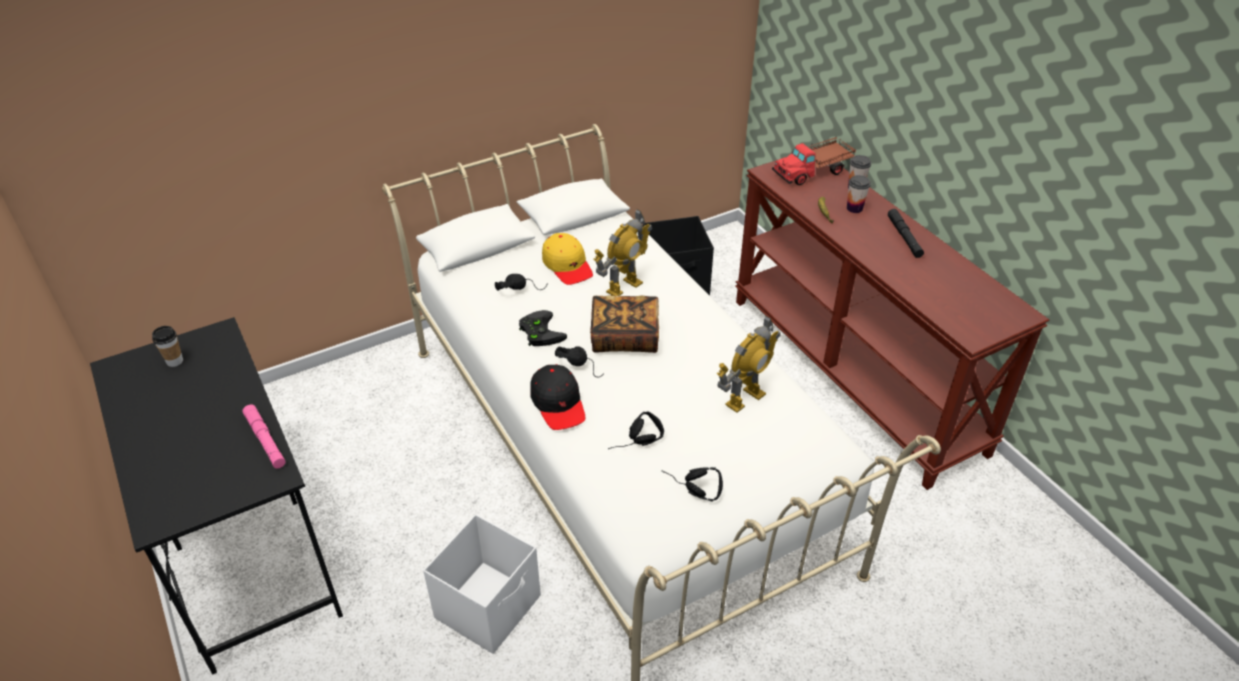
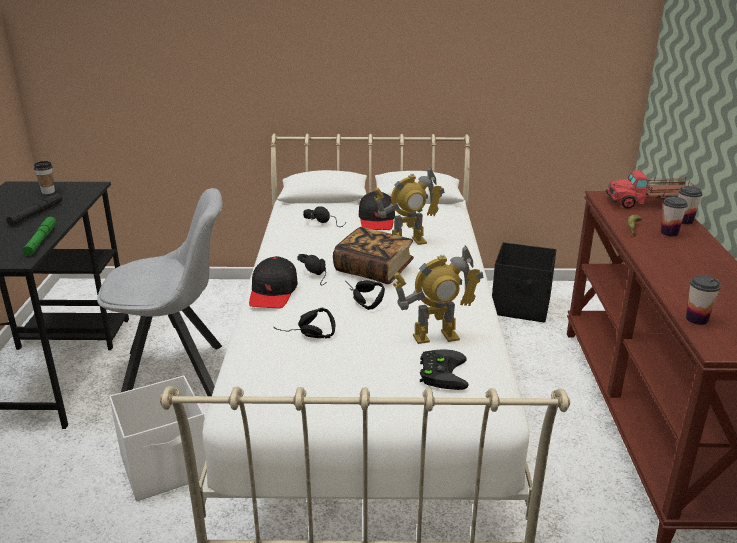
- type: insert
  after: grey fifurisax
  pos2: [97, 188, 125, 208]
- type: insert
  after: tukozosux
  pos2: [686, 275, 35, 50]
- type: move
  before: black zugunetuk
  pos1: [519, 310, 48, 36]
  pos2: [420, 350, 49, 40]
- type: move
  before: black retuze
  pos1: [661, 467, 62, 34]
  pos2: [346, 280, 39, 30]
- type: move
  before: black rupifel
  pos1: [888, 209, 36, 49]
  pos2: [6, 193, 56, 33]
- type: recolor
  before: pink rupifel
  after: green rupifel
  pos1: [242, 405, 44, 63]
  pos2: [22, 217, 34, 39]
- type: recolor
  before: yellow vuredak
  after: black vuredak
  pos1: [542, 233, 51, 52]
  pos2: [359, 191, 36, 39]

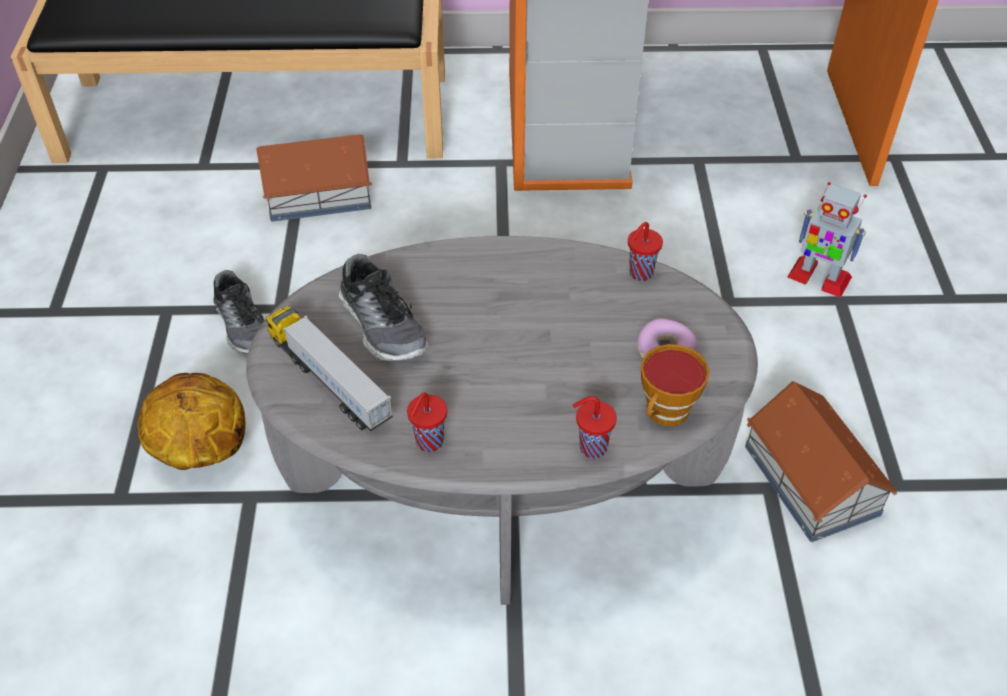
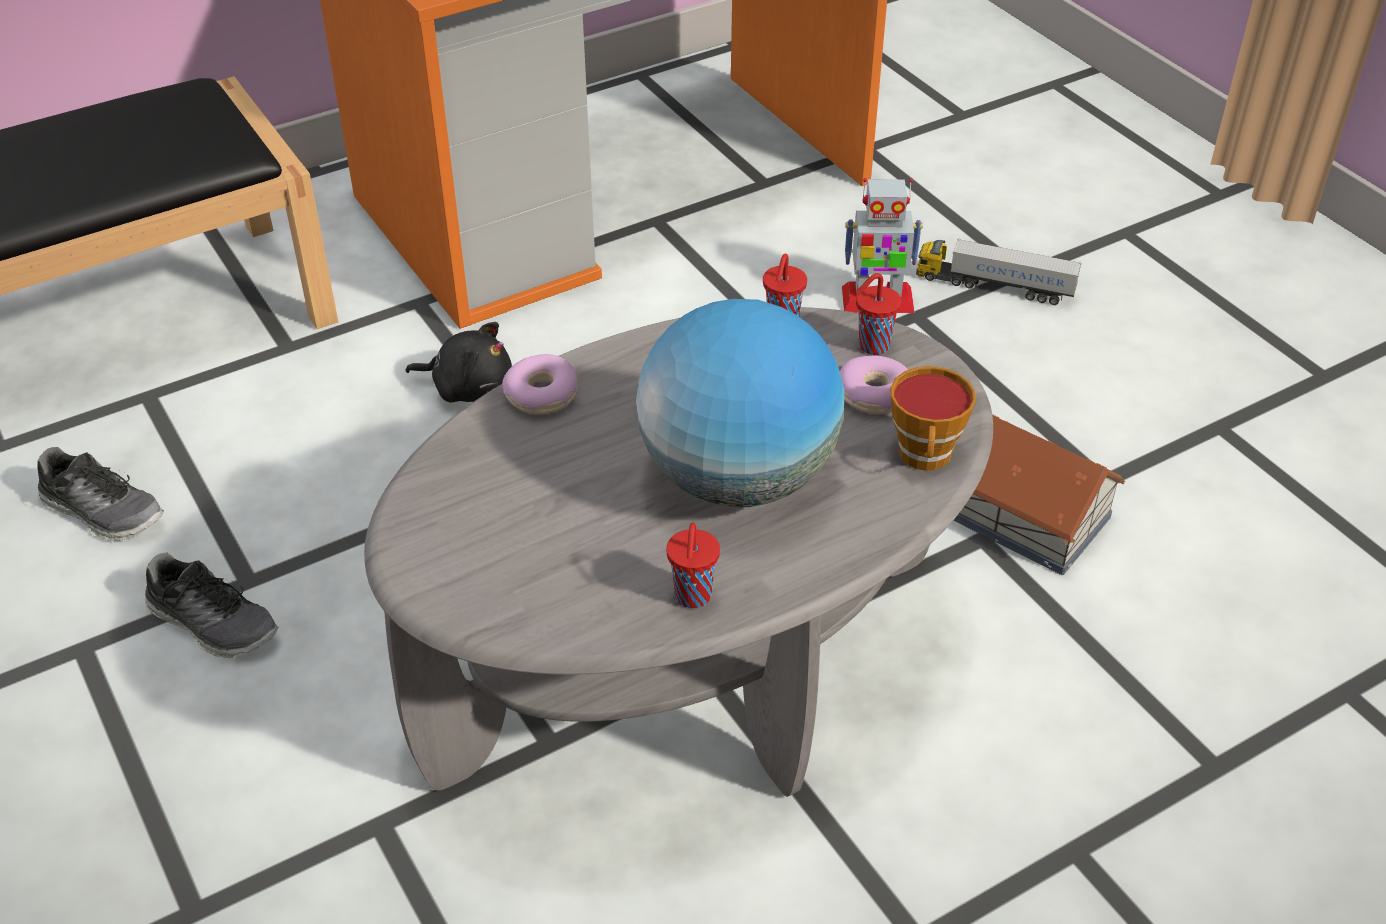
- type: delete
  before: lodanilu
  pos1: [138, 373, 108, 97]
- type: delete
  before: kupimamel
  pos1: [256, 134, 116, 88]
- type: insert
  after: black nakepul
  pos2: [406, 322, 106, 81]
- type: insert
  after: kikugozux
  pos2: [502, 354, 76, 61]
- type: insert
  after: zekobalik
  pos2: [636, 299, 208, 208]
- type: move
  before: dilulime
  pos1: [266, 306, 127, 125]
  pos2: [916, 238, 166, 67]
- type: move
  before: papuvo
  pos1: [339, 254, 89, 107]
  pos2: [37, 447, 127, 94]
- type: move
  before: red tukozosux
  pos1: [573, 396, 44, 63]
  pos2: [855, 273, 46, 82]

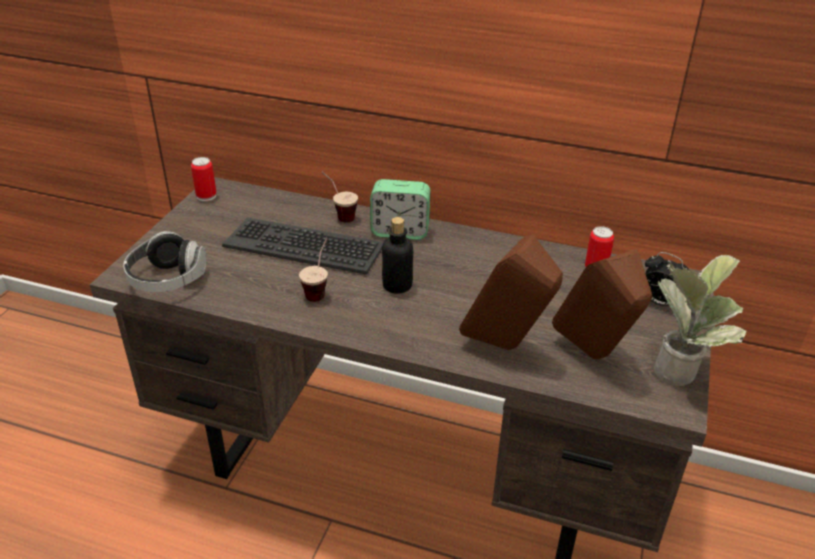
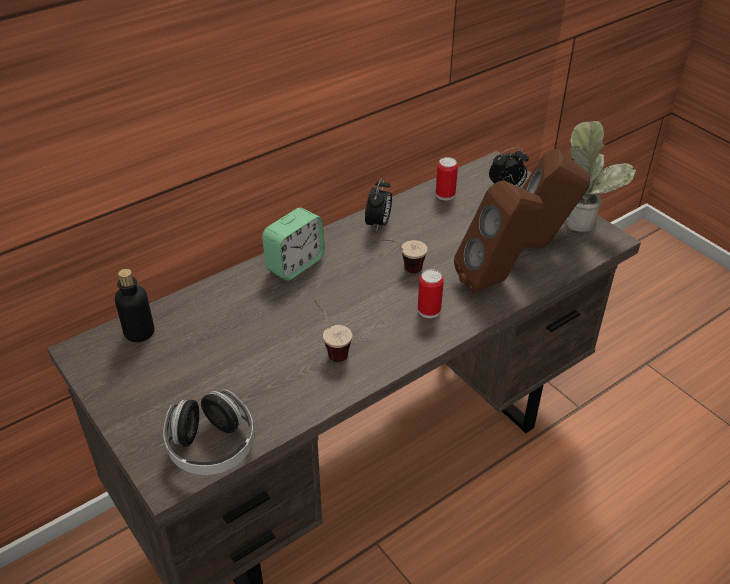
- type: delete
  before: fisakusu
  pos1: [222, 217, 161, 58]
- type: insert
  after: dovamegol
  pos2: [365, 178, 27, 52]
- type: move
  before: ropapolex
  pos1: [191, 157, 26, 44]
  pos2: [418, 269, 26, 49]
- type: move
  before: tukozosux
  pos1: [322, 172, 36, 51]
  pos2: [381, 239, 46, 34]
- type: move
  before: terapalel
  pos1: [382, 217, 31, 77]
  pos2: [115, 269, 39, 73]

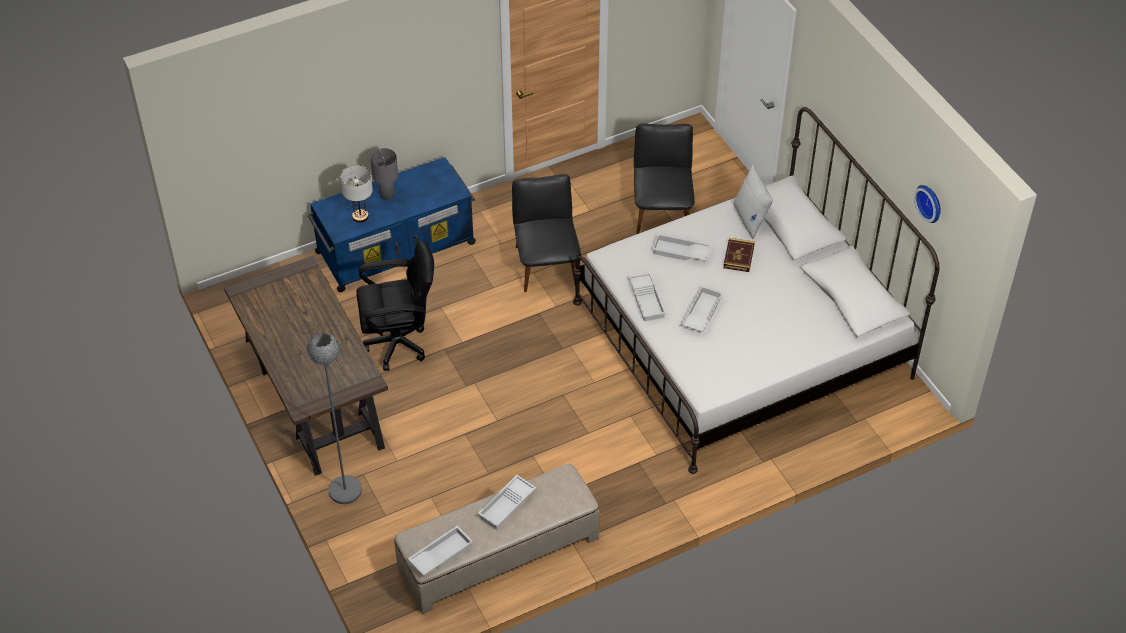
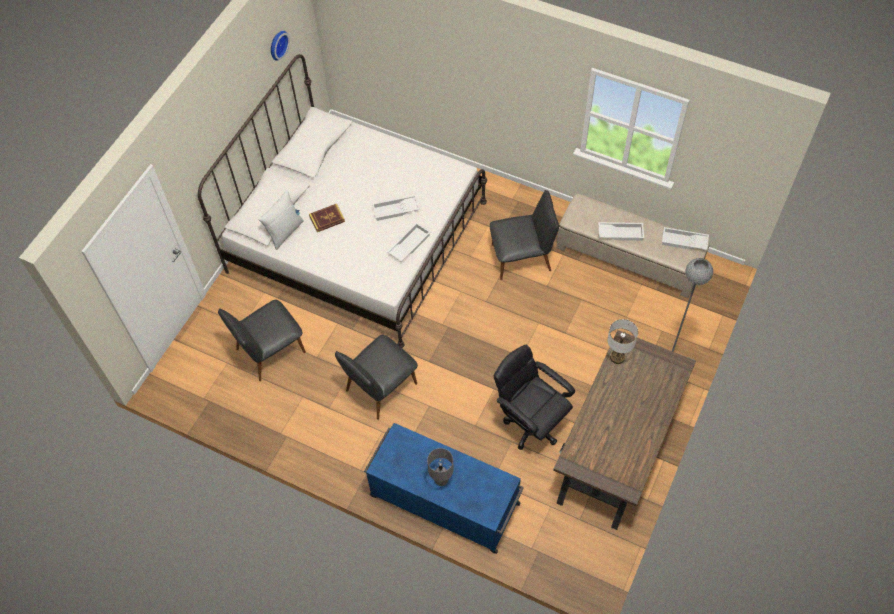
- type: delete
  before: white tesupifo
  pos1: [652, 234, 59, 27]
- type: insert
  after: black fifurisax
  pos2: [490, 190, 69, 90]
- type: move
  before: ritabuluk
  pos1: [340, 165, 33, 58]
  pos2: [607, 319, 31, 45]

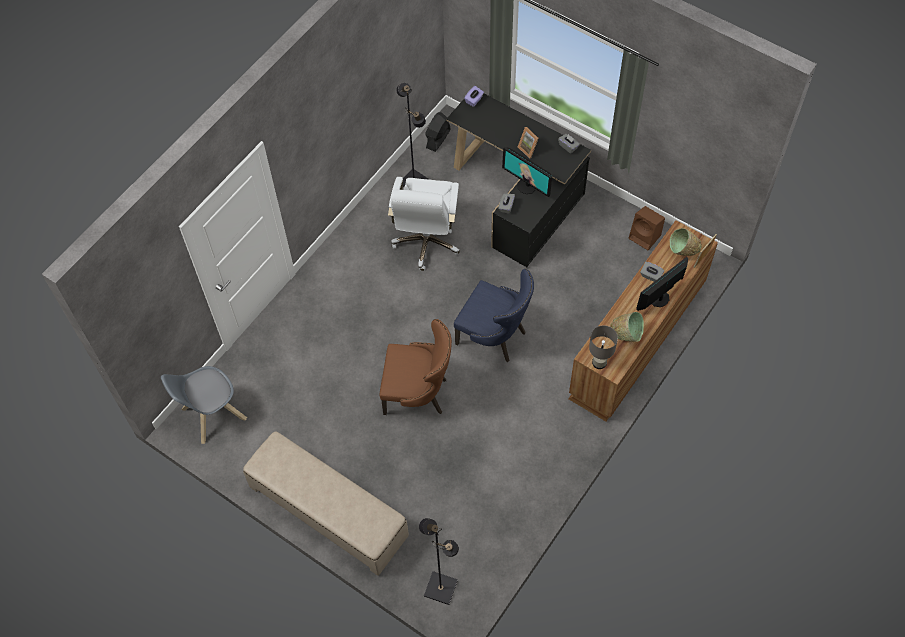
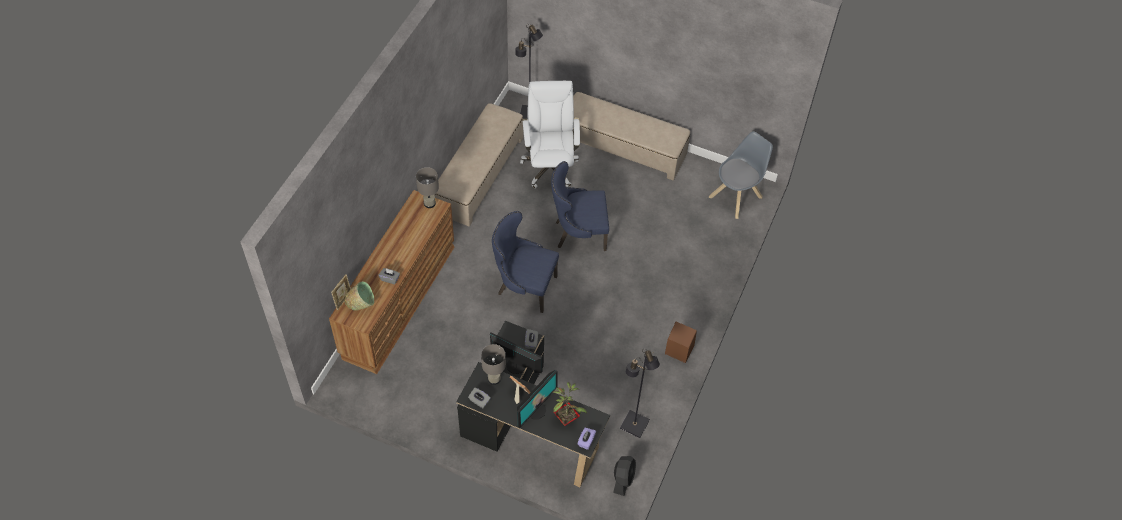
- type: delete
  before: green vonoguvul
  pos1: [610, 312, 34, 30]
- type: insert
  after: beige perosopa
  pos2: [434, 103, 89, 123]
- type: insert
  after: grey ritabuluk
  pos2: [481, 344, 25, 41]
- type: insert
  after: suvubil
  pos2: [553, 382, 34, 44]
- type: move
  before: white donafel
  pos1: [388, 177, 72, 94]
  pos2: [520, 81, 60, 107]
- type: move
  before: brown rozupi
  pos1: [629, 206, 36, 44]
  pos2: [665, 322, 32, 41]
- type: move
  before: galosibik
  pos1: [636, 257, 52, 54]
  pos2: [517, 370, 41, 58]
- type: recolor
  before: brown fifurisax
  after: blue fifurisax
  pos1: [379, 319, 73, 96]
  pos2: [551, 161, 58, 90]

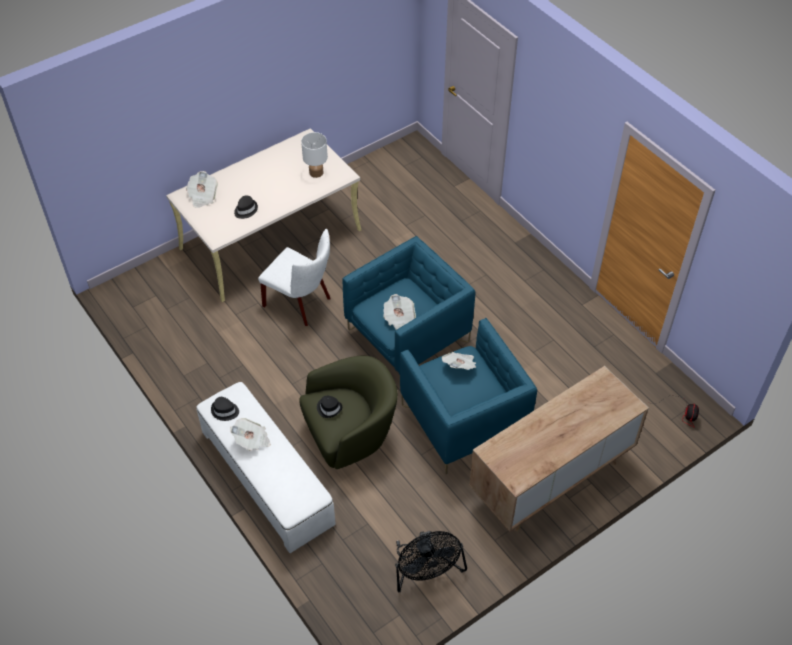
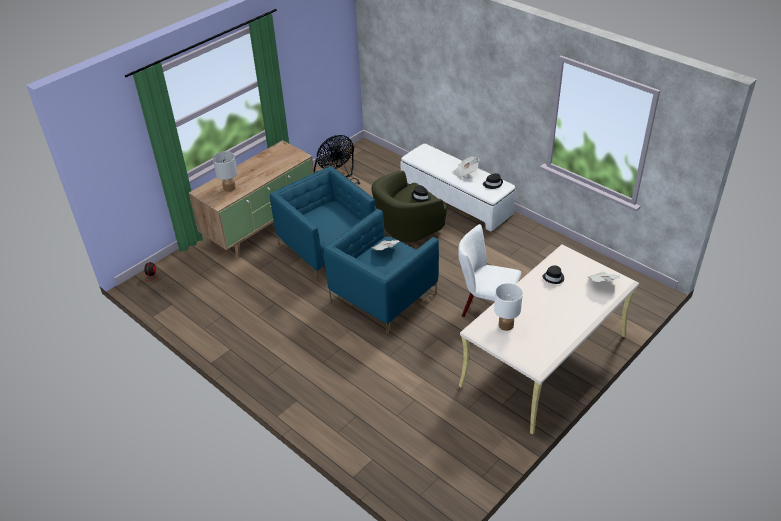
- type: delete
  before: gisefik
  pos1: [442, 352, 34, 18]
- type: insert
  after: grey ritabuluk
  pos2: [213, 151, 25, 41]

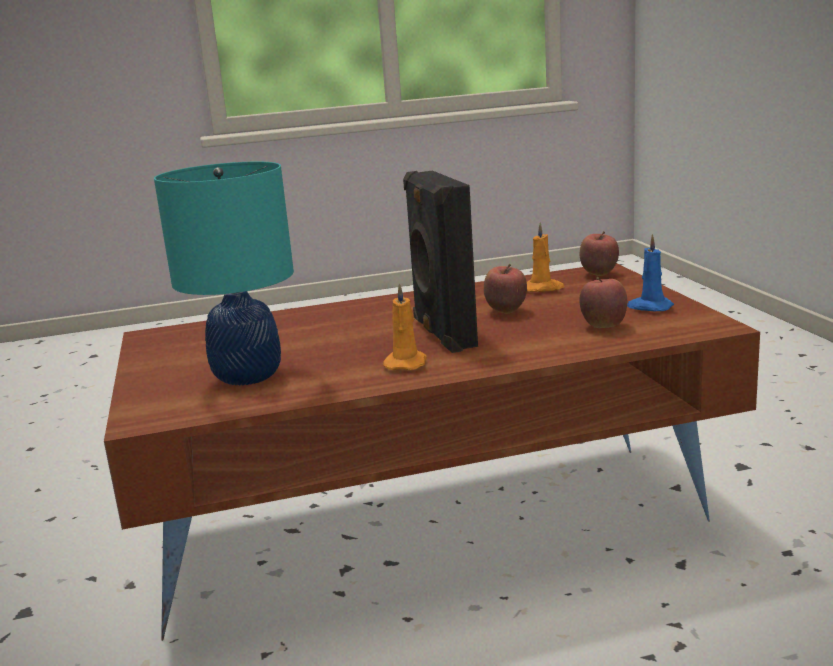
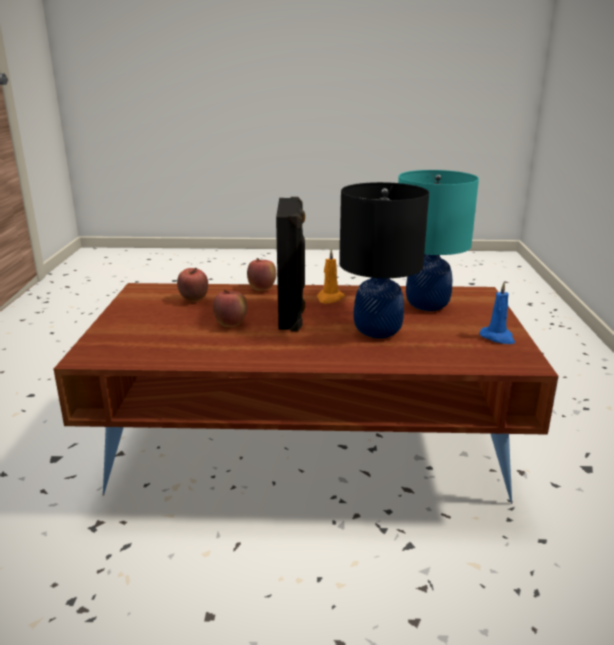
- type: delete
  before: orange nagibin
  pos1: [527, 222, 37, 70]
- type: insert
  after: black ritabuluk
  pos2: [339, 182, 90, 156]
- type: move
  before: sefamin
  pos1: [580, 231, 39, 45]
  pos2: [247, 258, 29, 33]
- type: move
  before: blue nagibin
  pos1: [627, 234, 47, 77]
  pos2: [480, 281, 35, 63]

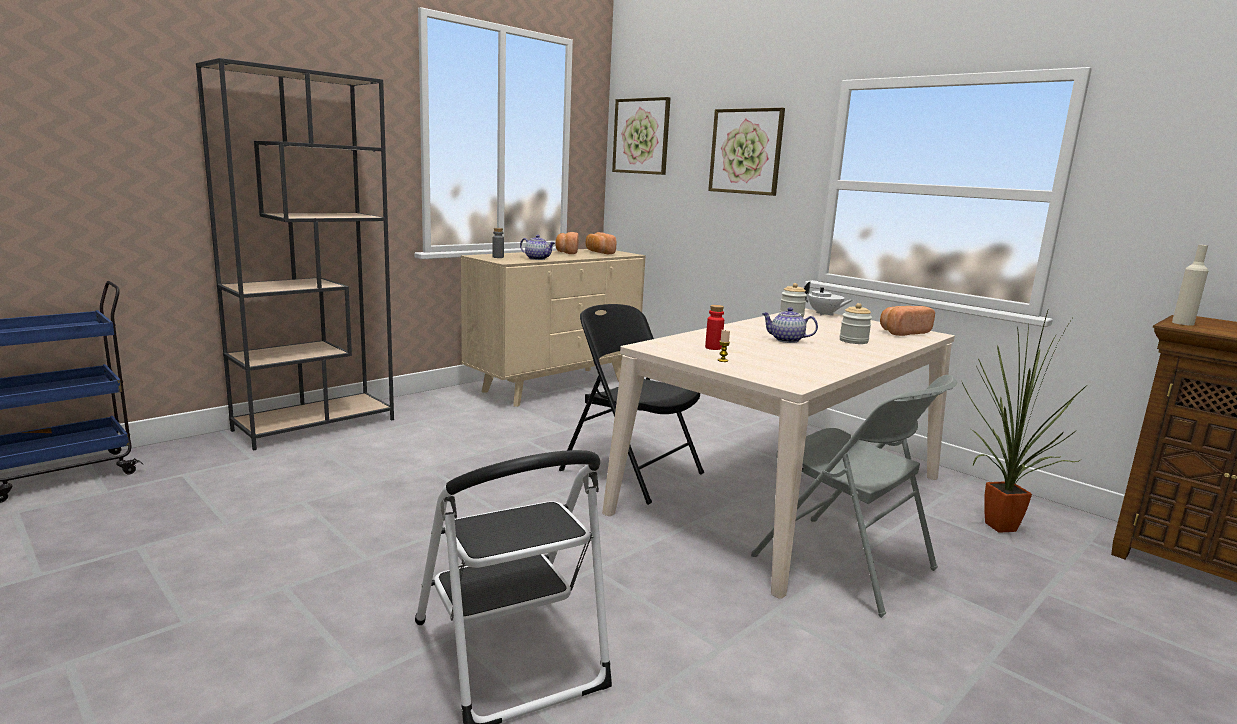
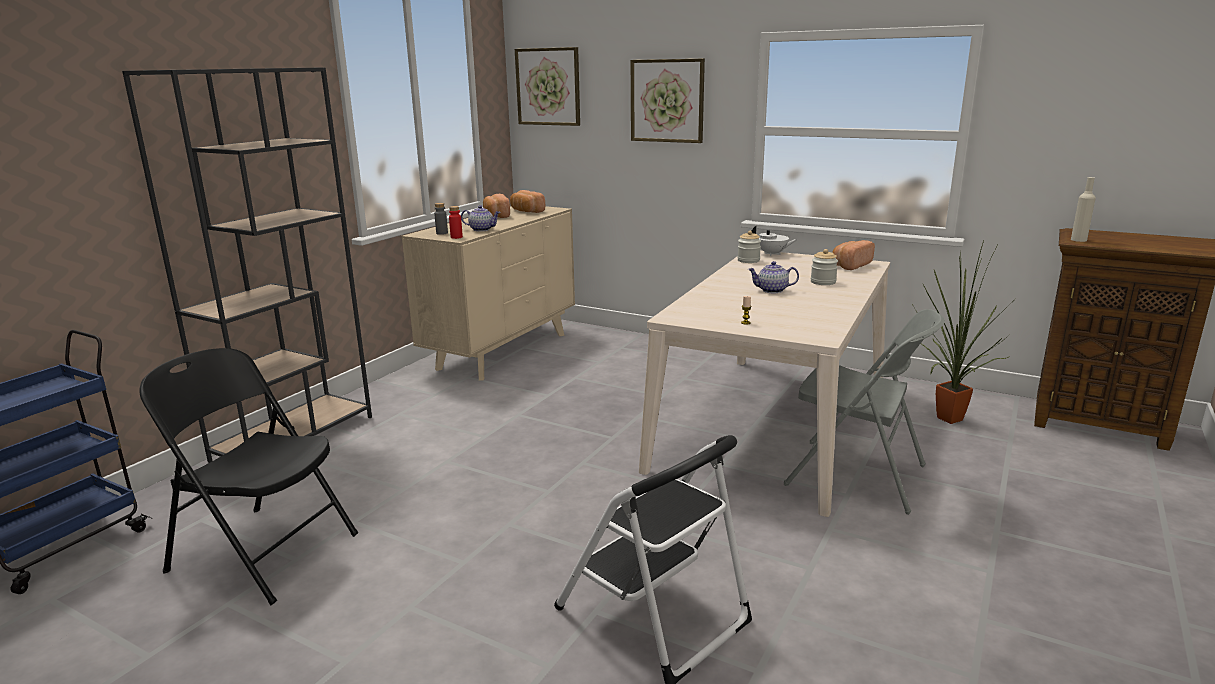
- type: move
  before: black fifurisax
  pos1: [559, 304, 145, 201]
  pos2: [139, 348, 219, 257]
- type: move
  before: red terapalel
  pos1: [705, 305, 19, 45]
  pos2: [449, 206, 14, 33]

